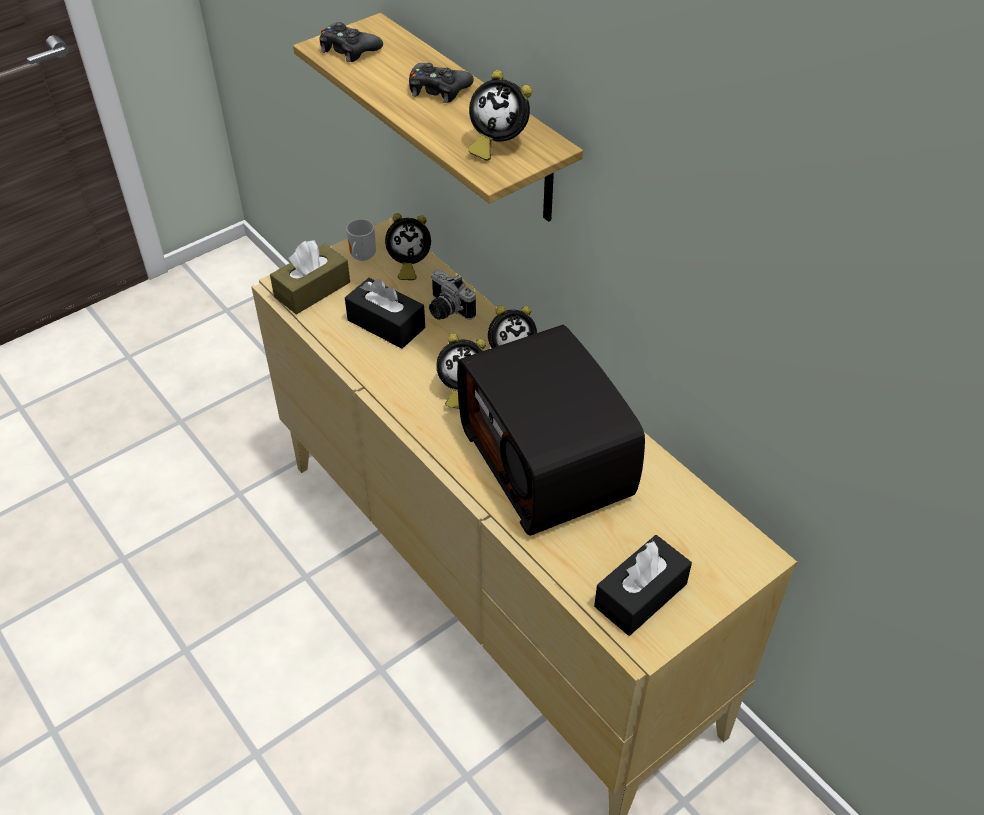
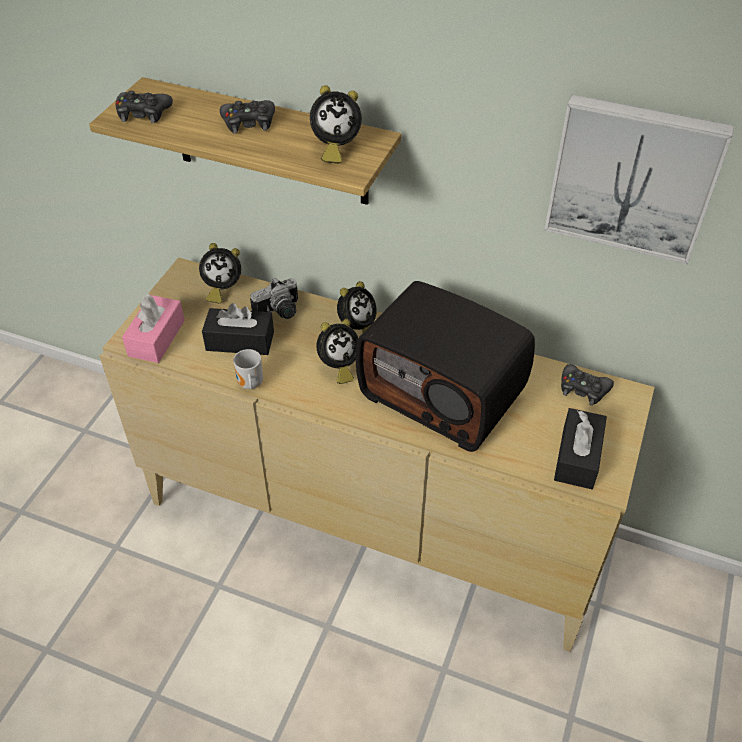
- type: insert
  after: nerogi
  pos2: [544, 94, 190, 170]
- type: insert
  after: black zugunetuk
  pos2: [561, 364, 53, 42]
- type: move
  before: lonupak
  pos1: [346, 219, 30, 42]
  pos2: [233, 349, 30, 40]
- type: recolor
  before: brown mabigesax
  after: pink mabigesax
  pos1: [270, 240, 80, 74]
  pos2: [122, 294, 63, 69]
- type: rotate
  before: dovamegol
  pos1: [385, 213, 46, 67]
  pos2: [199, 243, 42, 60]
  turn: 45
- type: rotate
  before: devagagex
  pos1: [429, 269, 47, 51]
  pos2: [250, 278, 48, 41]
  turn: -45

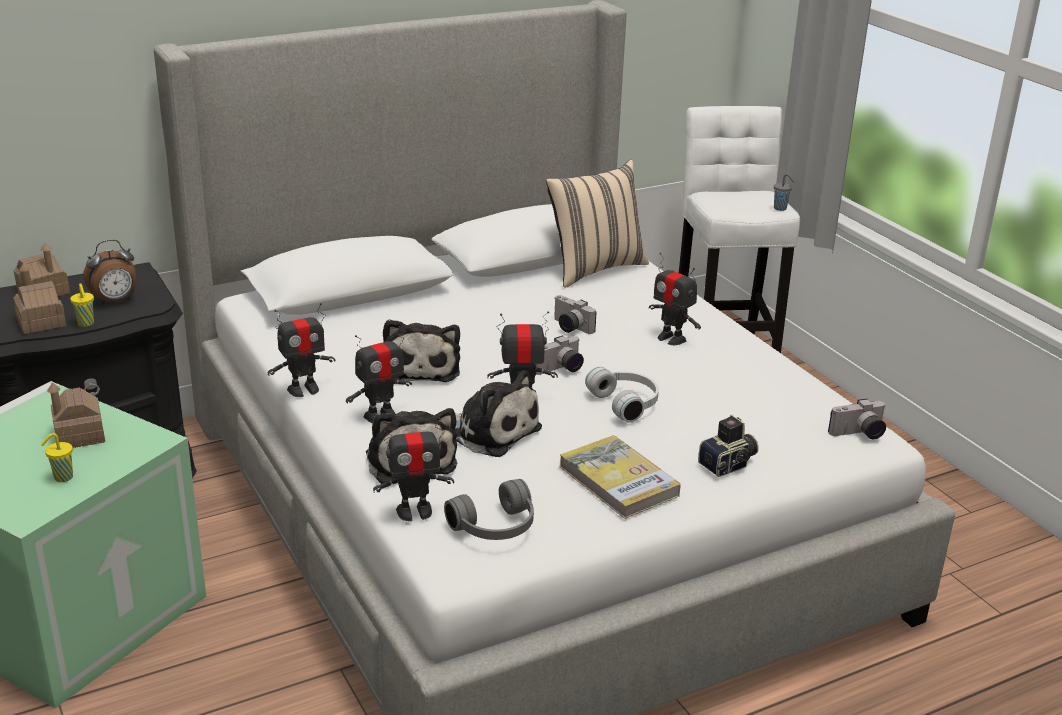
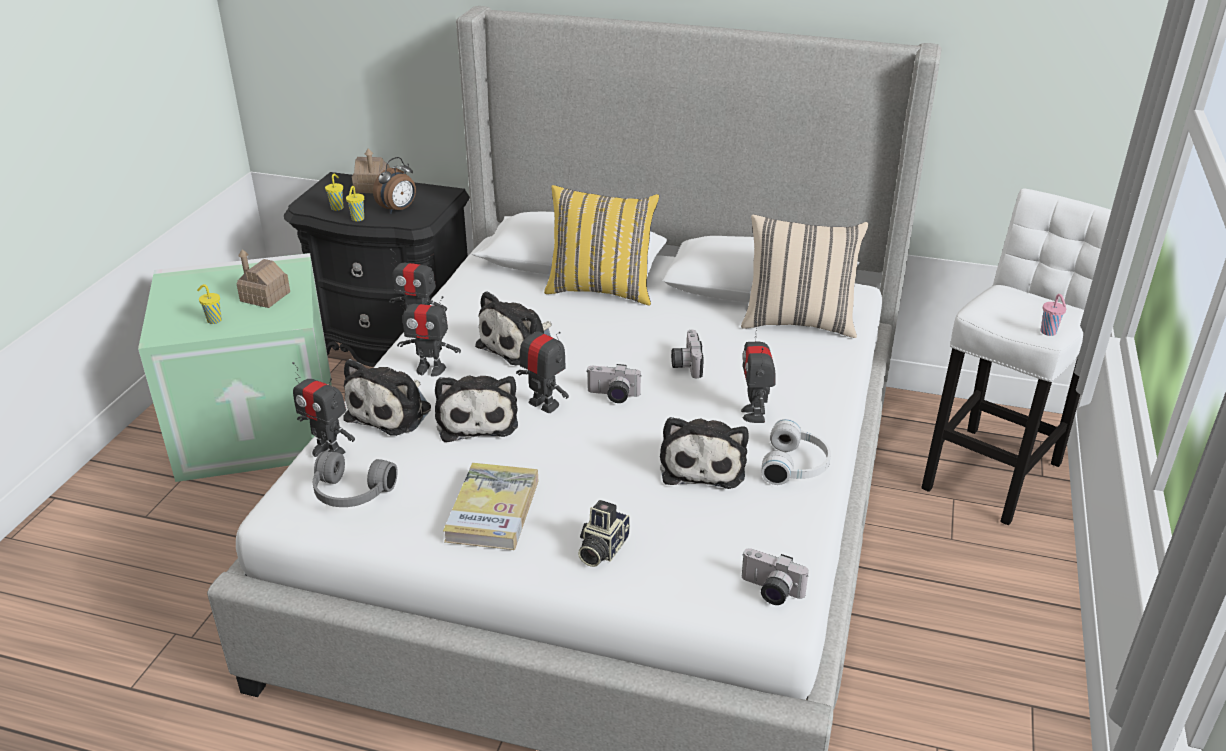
- type: insert
  after: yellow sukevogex
  pos2: [544, 185, 115, 120]
- type: insert
  after: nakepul
  pos2: [660, 417, 89, 72]
- type: move
  before: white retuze
  pos1: [585, 366, 74, 57]
  pos2: [762, 419, 69, 66]
- type: replace
  before: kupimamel
  after: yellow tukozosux
  pos1: [13, 263, 53, 71]
  pos2: [325, 174, 18, 37]
- type: recolor
  before: grey tukozosux
  after: pink tukozosux
  pos1: [774, 174, 21, 37]
  pos2: [1041, 294, 25, 42]
- type: rotate
  before: dovamegol
  pos1: [83, 239, 53, 66]
  pos2: [373, 157, 43, 57]
  turn: -60
- type: rotate
  before: devagagex
  pos1: [698, 414, 61, 63]
  pos2: [578, 500, 52, 67]
  turn: 105

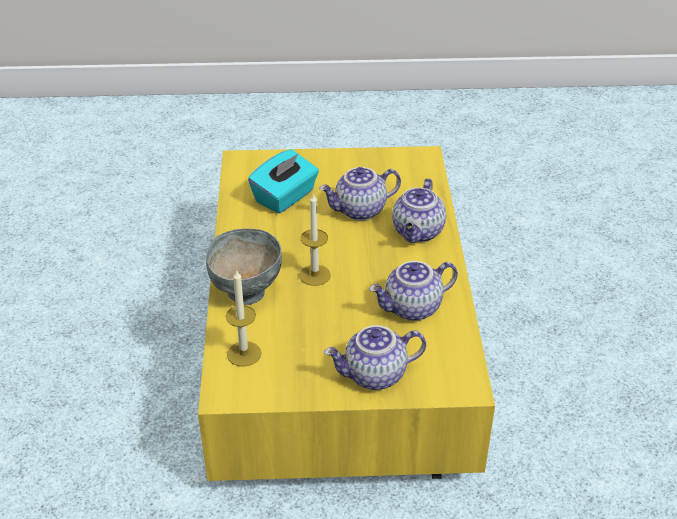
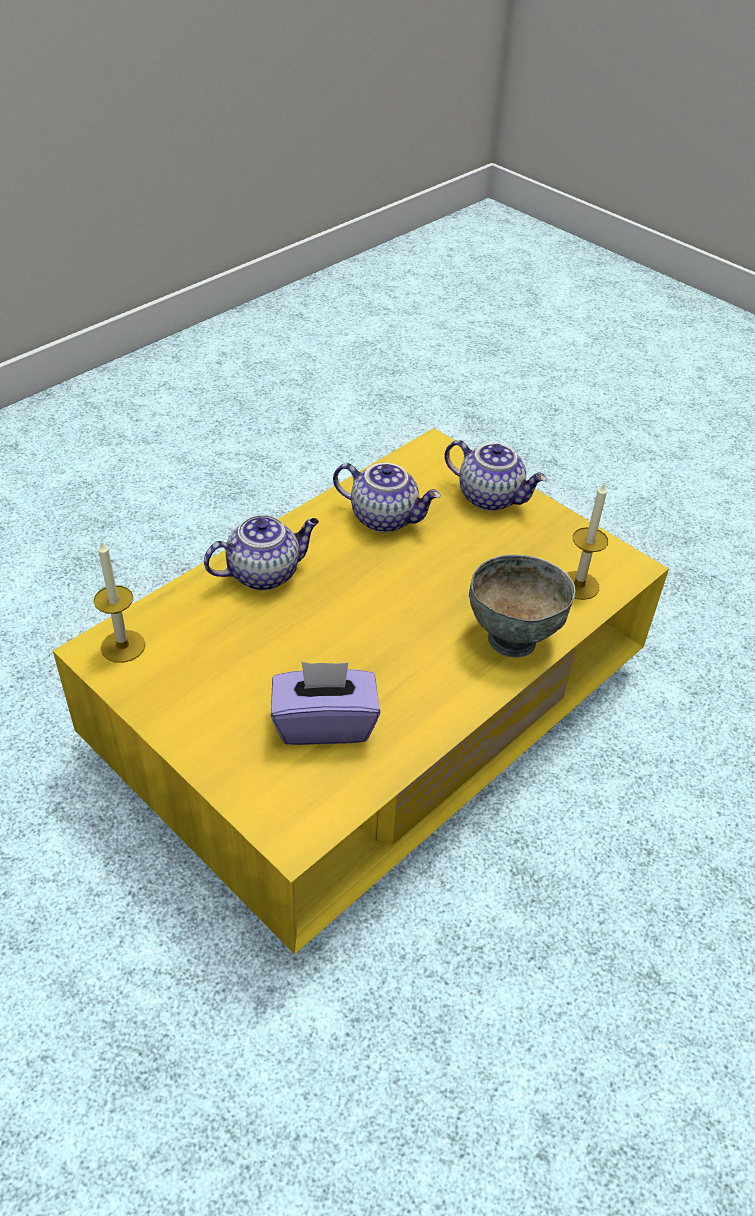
- type: delete
  before: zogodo
  pos1: [319, 167, 82, 54]
- type: move
  before: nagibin
  pos1: [300, 193, 31, 93]
  pos2: [93, 540, 52, 123]
- type: recolor
  before: turquoise mabigesax
  after: purple mabigesax
  pos1: [248, 149, 71, 65]
  pos2: [271, 662, 109, 83]

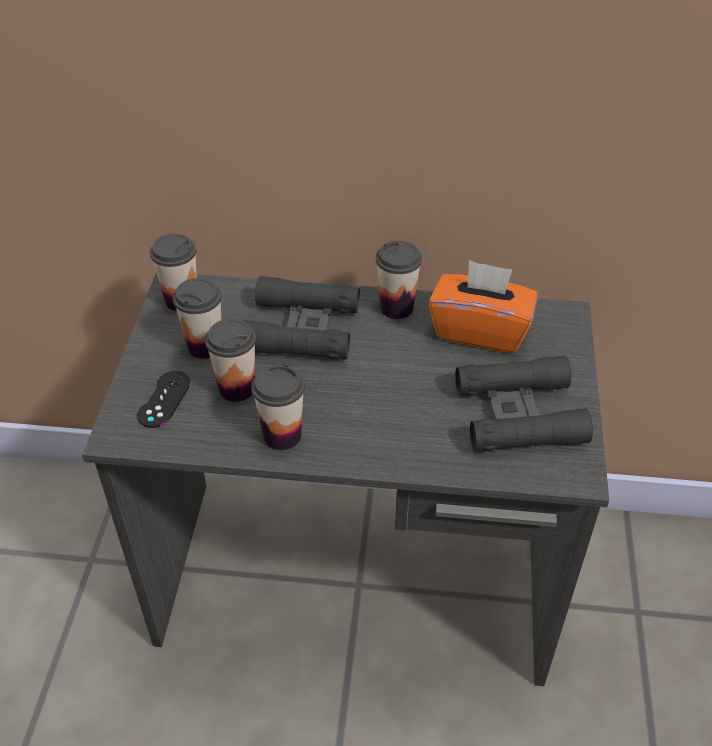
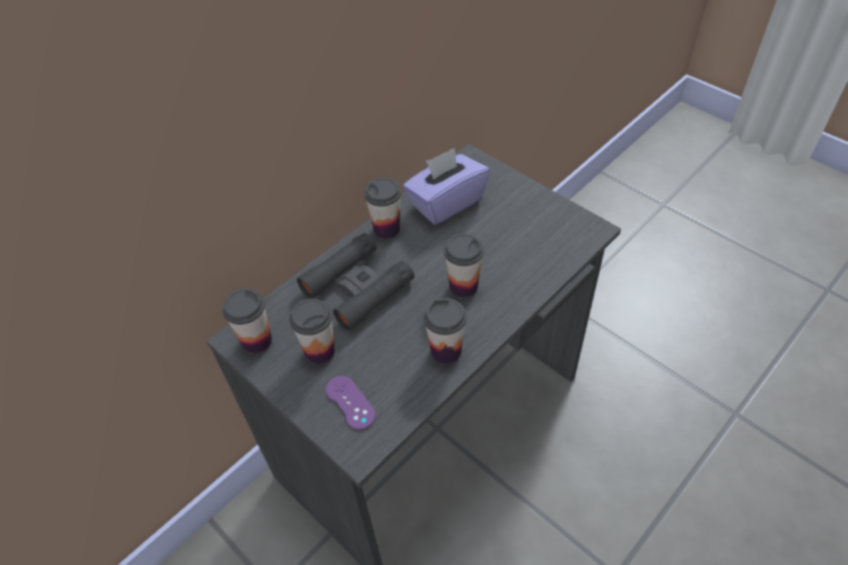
- type: delete
  before: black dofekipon
  pos1: [455, 355, 138, 96]
- type: move
  before: tukozosux
  pos1: [205, 318, 51, 84]
  pos2: [444, 233, 40, 64]
- type: recolor
  before: black zugunetuk
  after: purple zugunetuk
  pos1: [137, 371, 54, 57]
  pos2: [326, 376, 50, 54]
- type: recolor
  before: orange mabigesax
  after: purple mabigesax
  pos1: [429, 260, 109, 93]
  pos2: [403, 148, 87, 77]

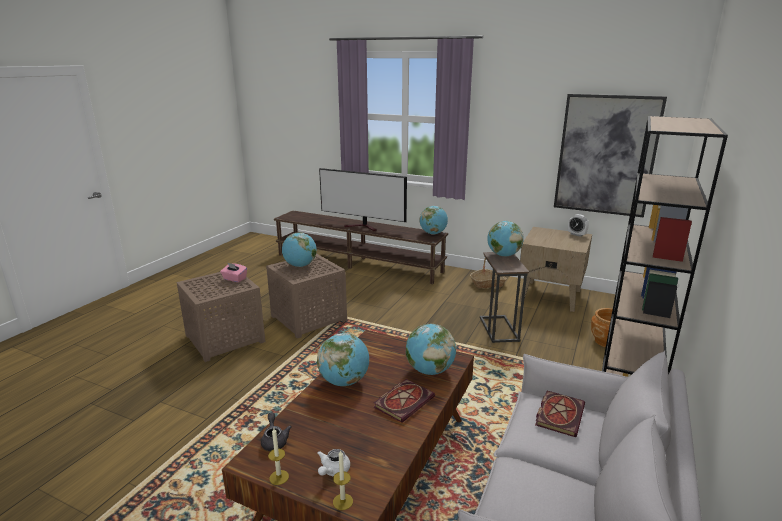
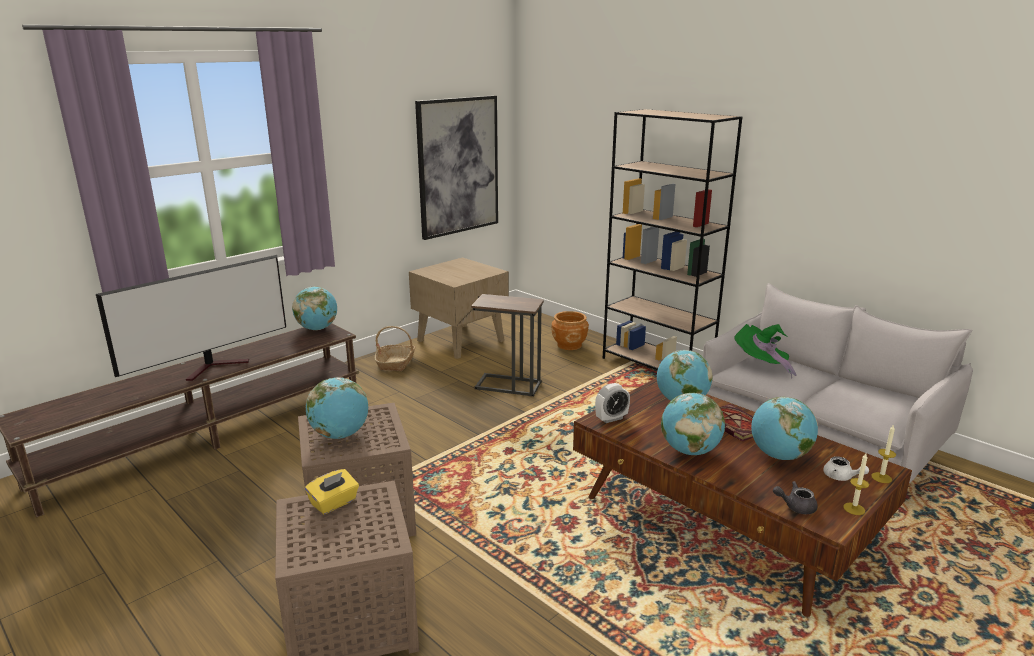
- type: move
  before: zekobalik
  pos1: [487, 221, 37, 35]
  pos2: [751, 397, 67, 63]
- type: move
  before: dovamegol
  pos1: [568, 214, 21, 23]
  pos2: [595, 383, 35, 40]
- type: replace
  before: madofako
  after: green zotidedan
  pos1: [535, 391, 50, 46]
  pos2: [734, 324, 63, 55]
- type: recolor
  before: pink mabigesax
  after: yellow mabigesax
  pos1: [220, 262, 27, 20]
  pos2: [305, 469, 54, 45]

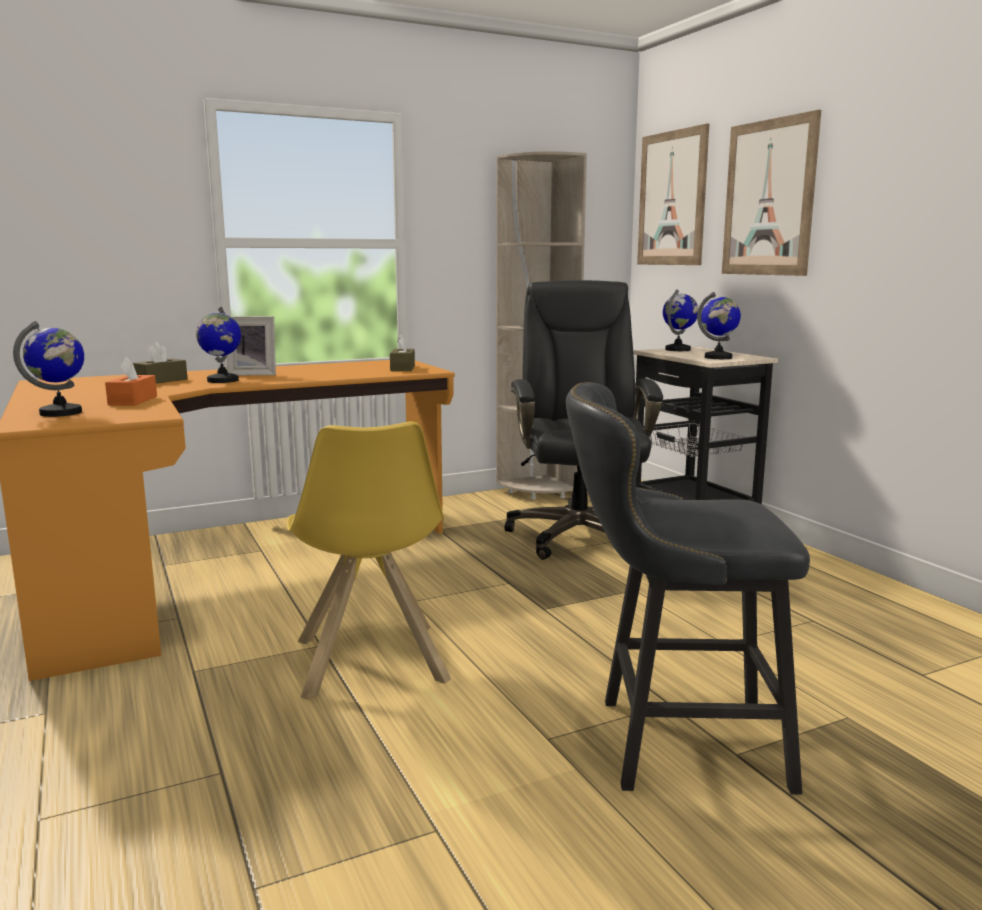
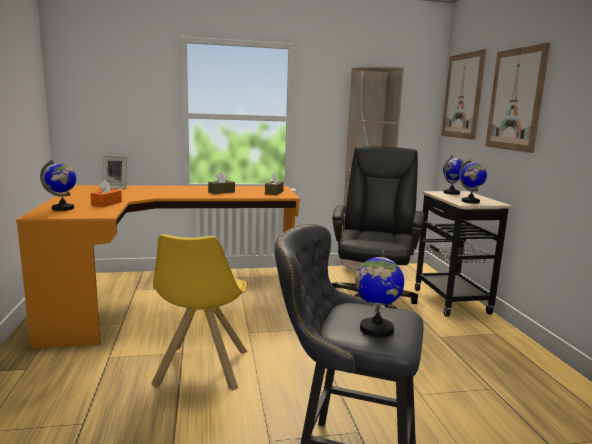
- type: move
  before: brown mabigesax
  pos1: [133, 342, 55, 42]
  pos2: [208, 172, 27, 22]
- type: move
  before: zekobalik
  pos1: [196, 307, 45, 76]
  pos2: [355, 249, 49, 88]
- type: move
  before: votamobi
  pos1: [227, 316, 49, 59]
  pos2: [102, 155, 25, 34]

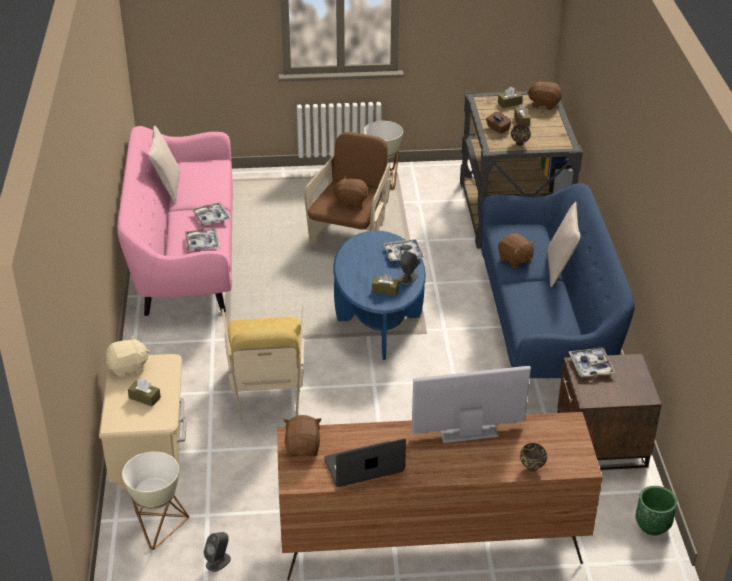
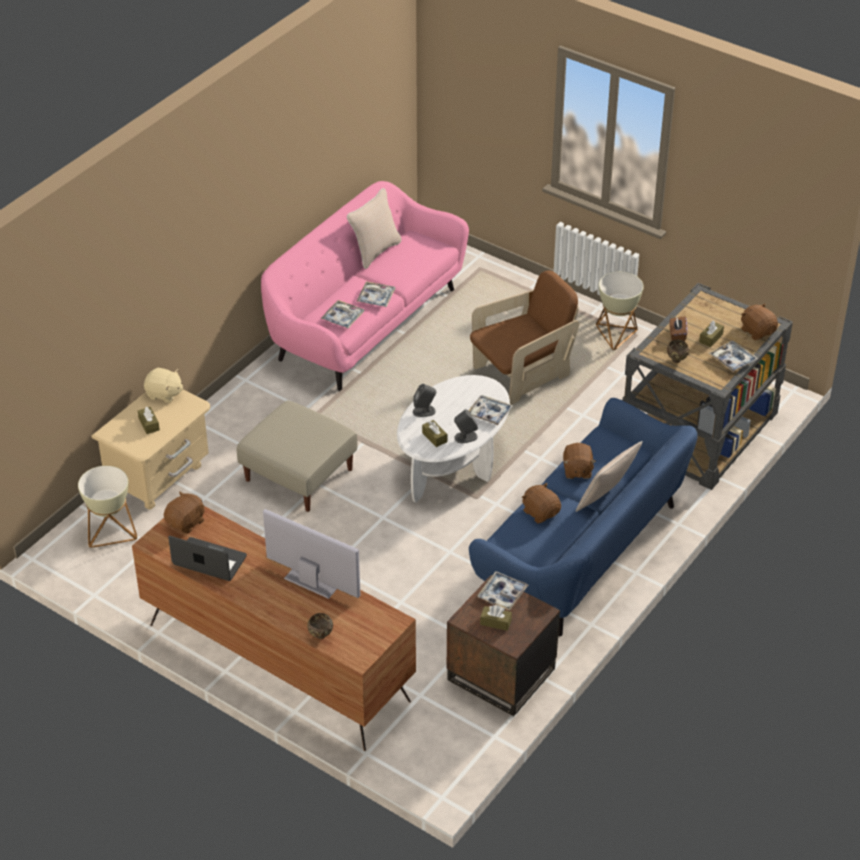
- type: delete
  before: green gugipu
  pos1: [635, 486, 42, 49]
- type: insert
  after: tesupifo
  pos2: [709, 341, 49, 31]
- type: move
  before: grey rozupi
  pos1: [204, 532, 27, 40]
  pos2: [413, 384, 23, 33]
- type: move
  before: brown nakepul
  pos1: [332, 177, 36, 31]
  pos2: [522, 483, 39, 40]
- type: move
  before: brown mabigesax
  pos1: [498, 87, 25, 21]
  pos2: [480, 605, 32, 26]
- type: replace
  before: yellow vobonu
  after: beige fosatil
  pos1: [222, 304, 83, 116]
  pos2: [237, 401, 121, 111]
- type: recolor
  before: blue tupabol
  after: white tupabol
  pos1: [333, 231, 93, 129]
  pos2: [397, 375, 113, 127]

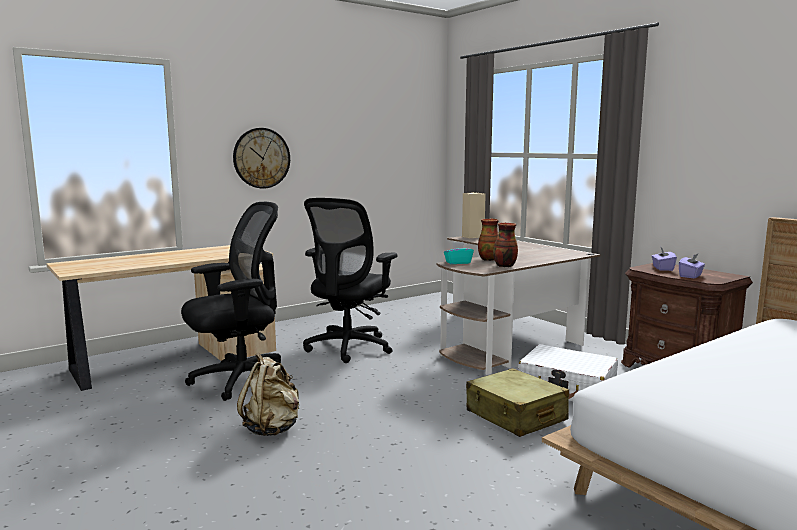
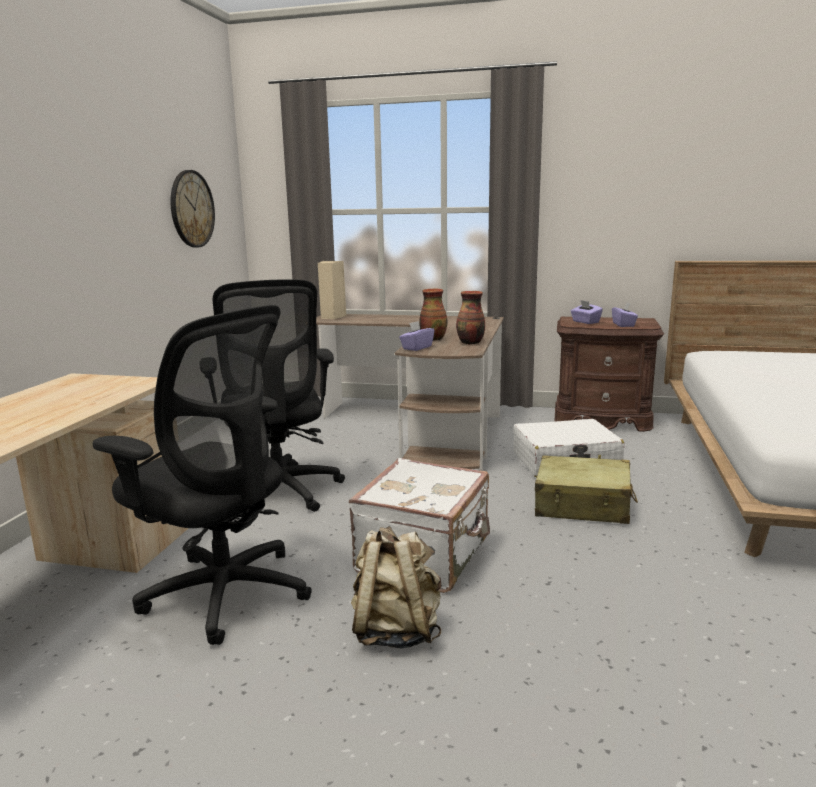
- type: insert
  after: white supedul
  pos2: [349, 458, 141, 135]
- type: move
  before: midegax
  pos1: [233, 128, 57, 61]
  pos2: [171, 170, 44, 77]
- type: recolor
  before: turquoise mabigesax
  after: purple mabigesax
  pos1: [444, 242, 30, 22]
  pos2: [399, 321, 36, 30]
- type: rotate
  before: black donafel
  pos1: [181, 202, 100, 199]
  pos2: [93, 305, 219, 340]
  turn: 105

